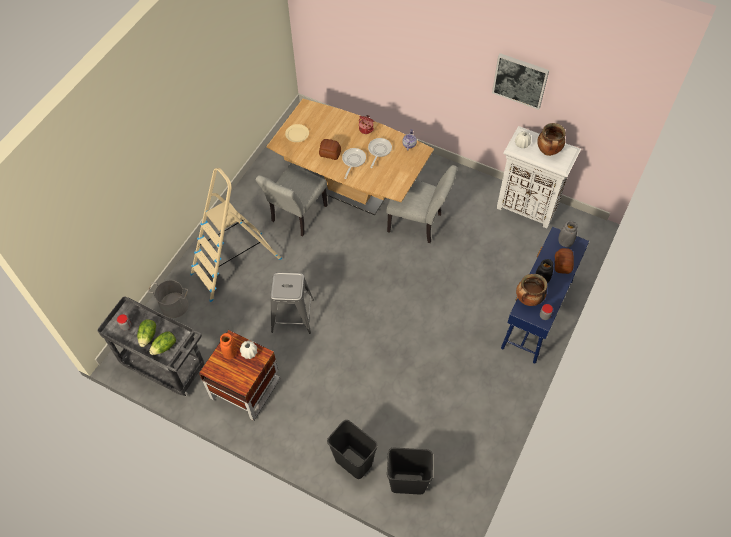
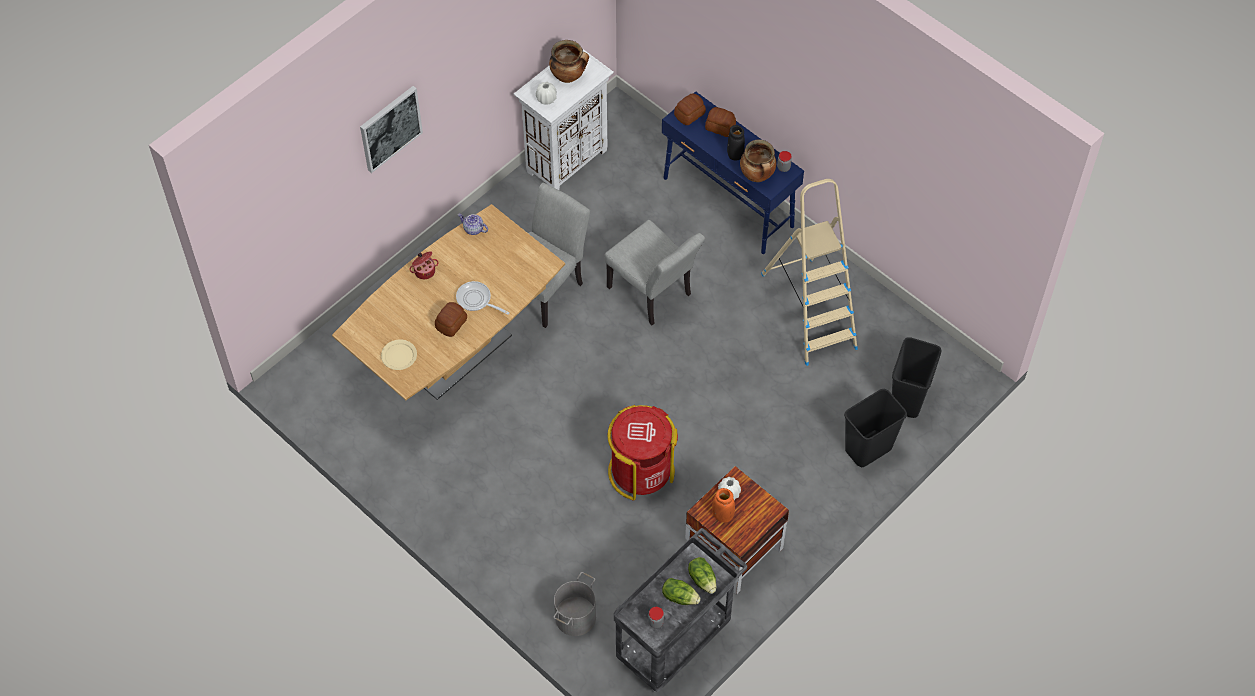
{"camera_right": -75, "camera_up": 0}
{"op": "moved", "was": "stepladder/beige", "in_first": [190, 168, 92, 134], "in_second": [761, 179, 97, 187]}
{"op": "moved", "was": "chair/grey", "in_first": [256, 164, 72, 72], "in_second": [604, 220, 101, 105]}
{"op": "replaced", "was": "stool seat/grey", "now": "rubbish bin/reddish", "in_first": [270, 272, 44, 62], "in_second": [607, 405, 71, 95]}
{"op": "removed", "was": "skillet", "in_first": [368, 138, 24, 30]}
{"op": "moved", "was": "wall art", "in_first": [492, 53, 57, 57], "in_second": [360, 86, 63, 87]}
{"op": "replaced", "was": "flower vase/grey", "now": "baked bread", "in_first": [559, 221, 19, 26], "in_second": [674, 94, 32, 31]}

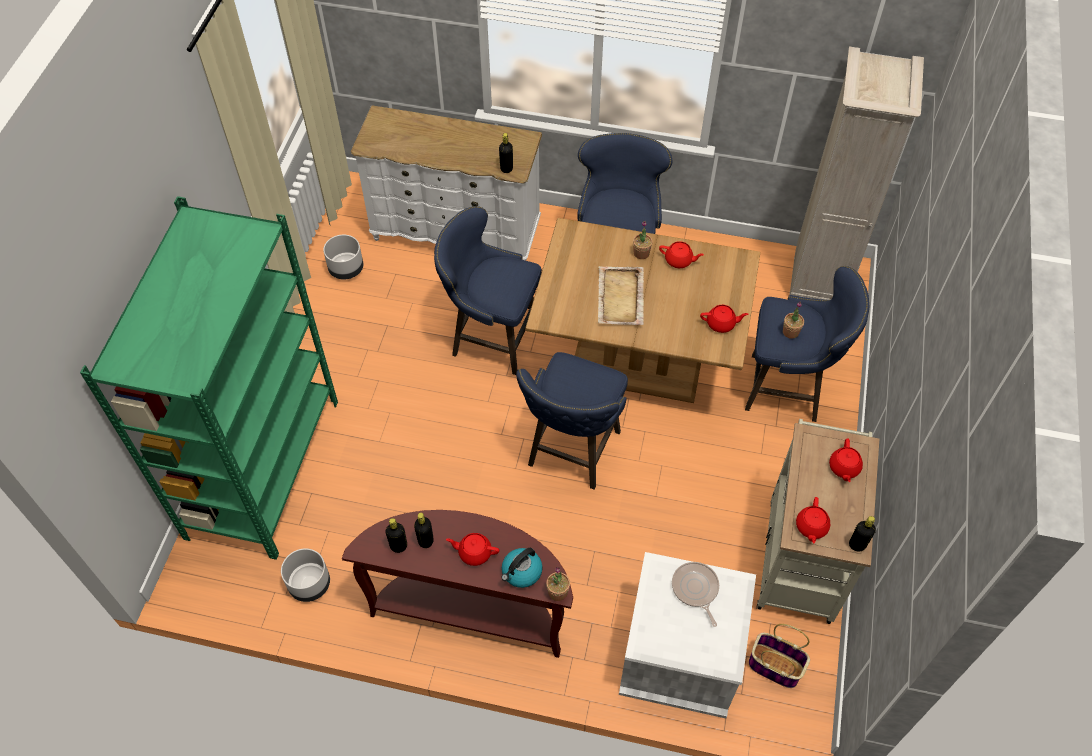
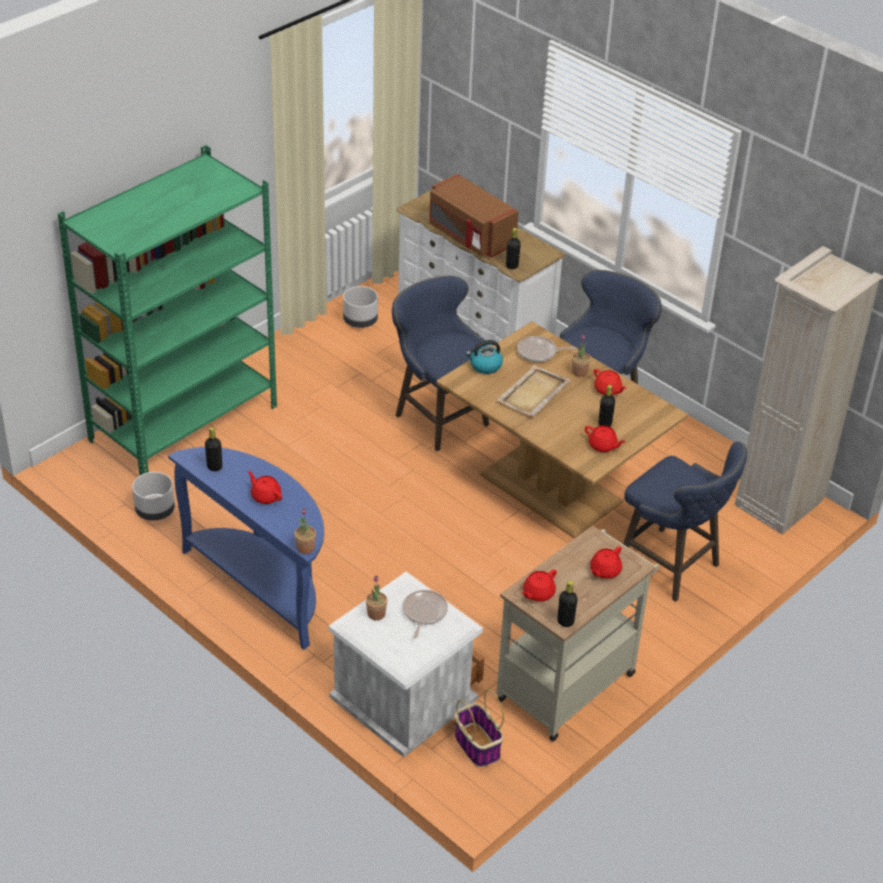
{"camera_right": 30, "camera_up": -15}
{"op": "recoloured", "was": "hall table/brownish", "now": "hall table/bluish", "in_first": [342, 510, 231, 148], "in_second": [168, 447, 156, 203]}
{"op": "moved", "was": "drink bottle/black", "in_first": [414, 513, 20, 35], "in_second": [598, 385, 17, 42]}
{"op": "moved", "was": "water kettle", "in_first": [501, 548, 42, 40], "in_second": [466, 340, 37, 34]}
{"op": "removed", "was": "stool seat/bluish", "in_first": [516, 352, 112, 138]}
{"op": "moved", "was": "plant in a pot", "in_first": [783, 301, 21, 38], "in_second": [366, 576, 21, 44]}
{"op": "added", "now": "kitchen microwave/brownish", "in_second": [429, 174, 90, 84]}
{"op": "added", "now": "skillet", "in_second": [517, 336, 59, 26]}

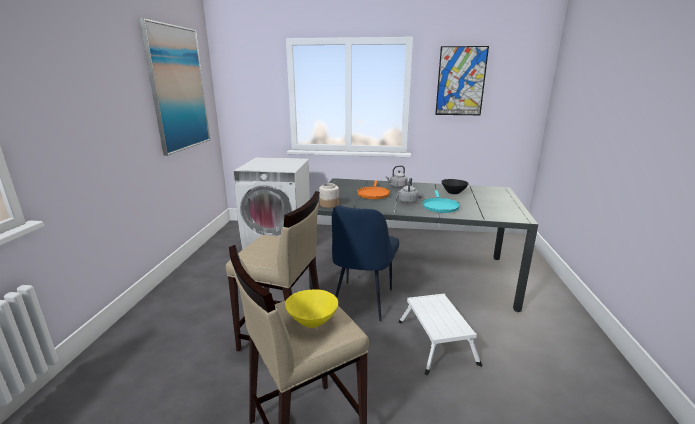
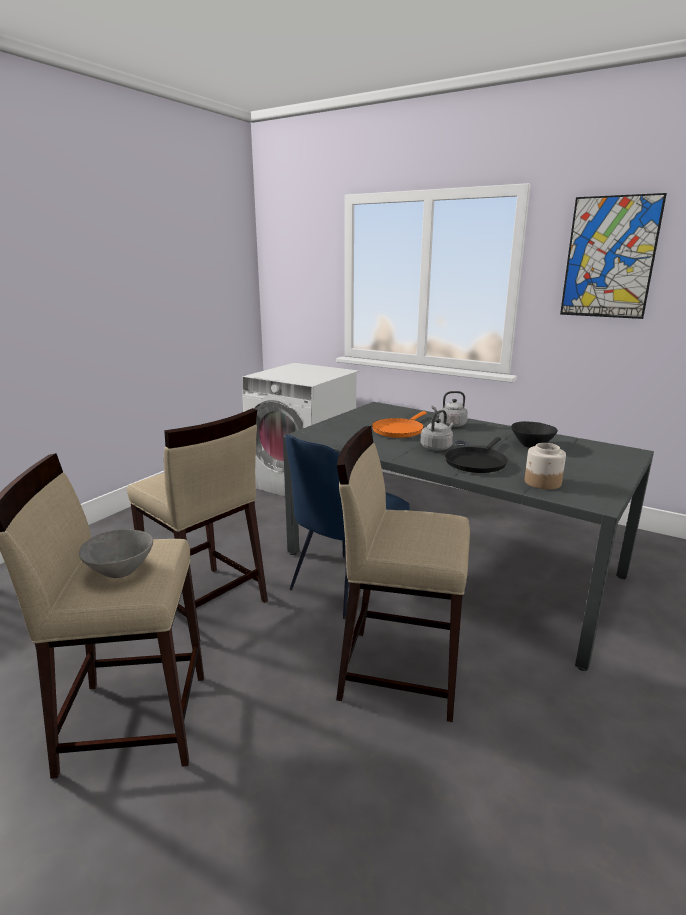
{"camera_right": 25, "camera_up": 0}
{"op": "removed", "was": "wall art", "in_first": [139, 18, 71, 138]}
{"op": "recoloured", "was": "bowl/yellowish", "now": "bowl/grey", "in_first": [285, 290, 53, 38], "in_second": [79, 529, 74, 49]}
{"op": "moved", "was": "jar", "in_first": [319, 183, 20, 25], "in_second": [525, 443, 41, 47]}
{"op": "replaced", "was": "stepladder/white", "now": "stool seat/beige", "in_first": [398, 294, 84, 81], "in_second": [336, 426, 134, 296]}
{"op": "recoloured", "was": "skillet/blue-green", "now": "skillet/black", "in_first": [422, 190, 38, 23], "in_second": [445, 437, 63, 36]}

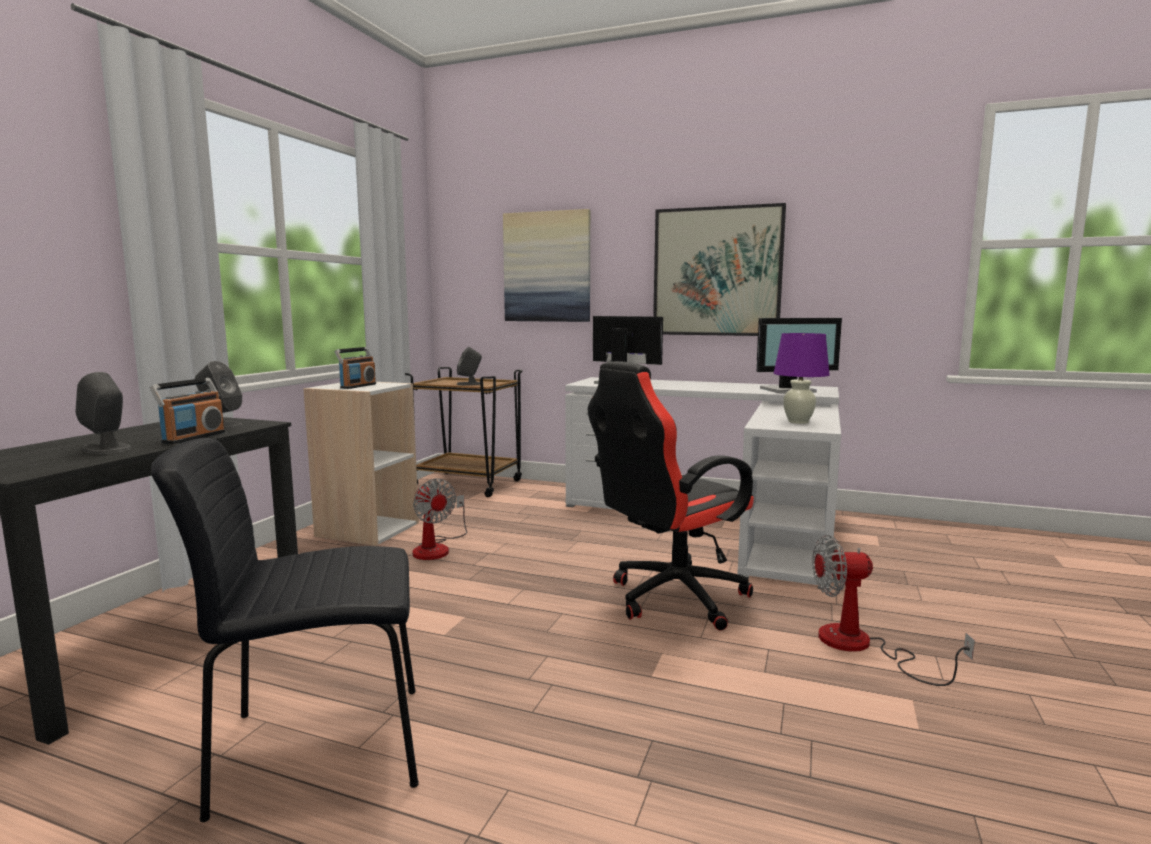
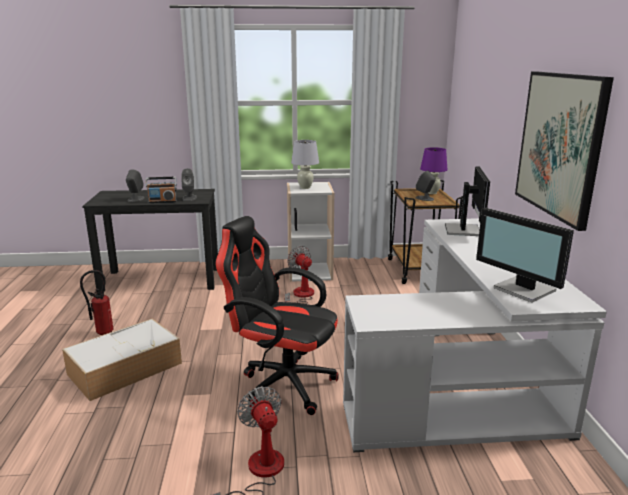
{"camera_right": 65, "camera_up": 10}
{"op": "replaced", "was": "chair/black", "now": "fire extinguisher", "in_first": [151, 438, 268, 384], "in_second": [80, 270, 34, 65]}
{"op": "replaced", "was": "radio set", "now": "table lamp/white", "in_first": [335, 347, 41, 42], "in_second": [291, 140, 28, 49]}
{"op": "turned", "was": "electric fan", "in_first": [412, 478, 55, 82], "in_second": [285, 246, 29, 58], "clockwise": 120}
{"op": "removed", "was": "wall art", "in_first": [503, 209, 87, 113]}
{"op": "moved", "was": "table lamp/purplish", "in_first": [774, 333, 56, 91], "in_second": [420, 147, 28, 47]}
{"op": "added", "now": "storage box", "in_second": [62, 319, 120, 82]}

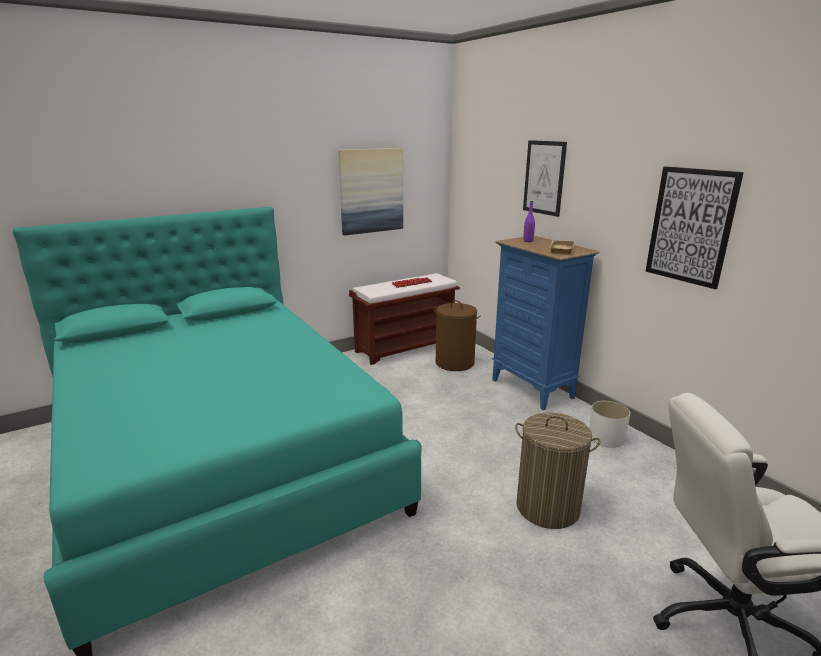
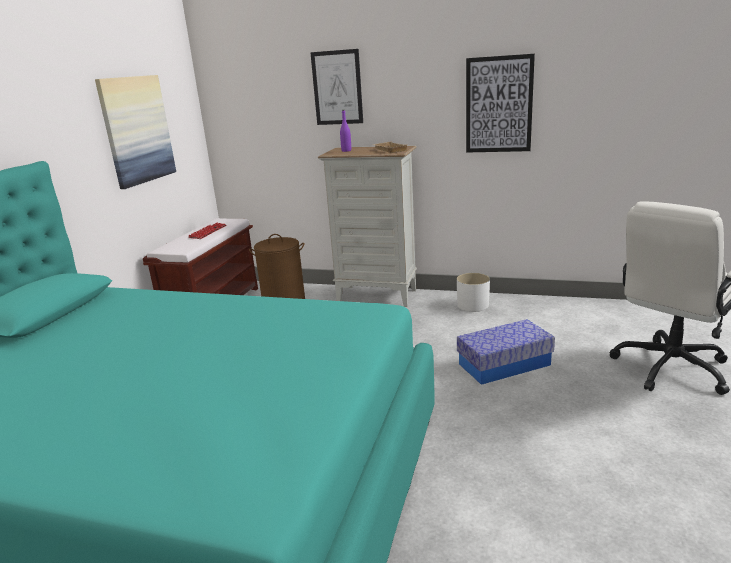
{"camera_right": -40, "camera_up": 0}
{"op": "recoloured", "was": "drawer chest/bluish", "now": "drawer chest/white", "in_first": [491, 235, 109, 175], "in_second": [318, 146, 99, 161]}
{"op": "replaced", "was": "laundry basket", "now": "storage box", "in_first": [515, 413, 86, 116], "in_second": [457, 319, 98, 66]}

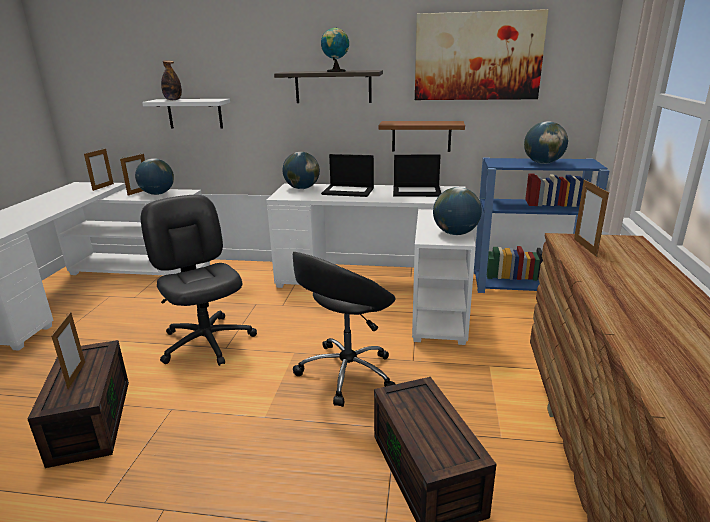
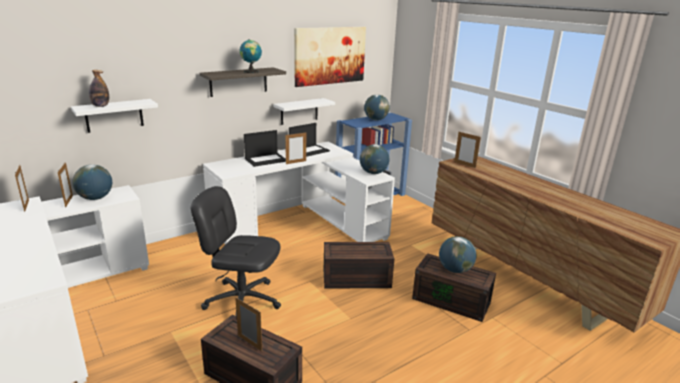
{"camera_right": -45, "camera_up": 0}
{"op": "moved", "was": "desk globe", "in_first": [283, 152, 37, 37], "in_second": [439, 236, 37, 37]}
{"op": "replaced", "was": "office chair/black", "now": "storage box/brownish", "in_first": [293, 252, 103, 155], "in_second": [324, 242, 70, 47]}
{"op": "recoloured", "was": "wall shelf/brownish", "now": "wall shelf/white", "in_first": [378, 121, 87, 31], "in_second": [273, 98, 62, 27]}
{"op": "added", "now": "photo frame", "in_second": [285, 133, 21, 31]}

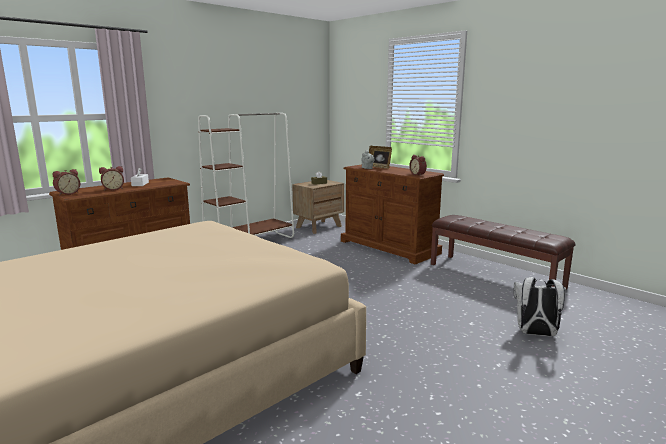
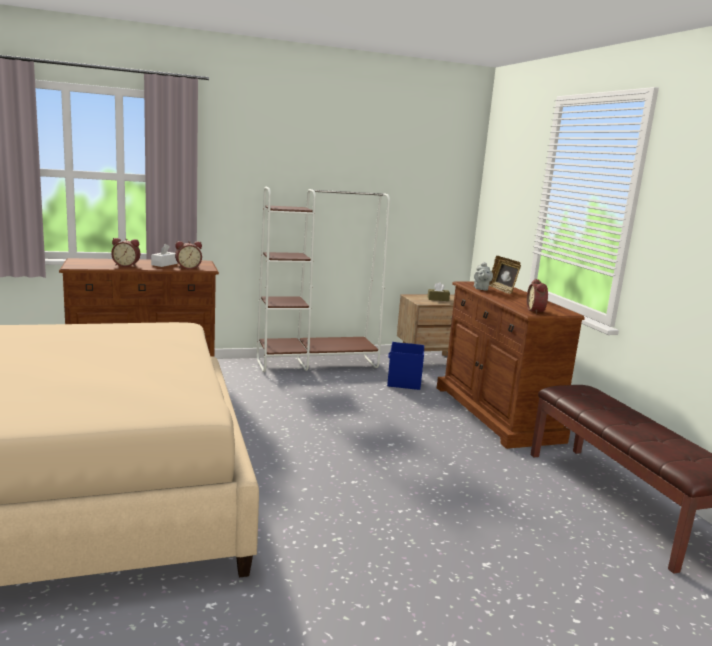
{"camera_right": 25, "camera_up": 0}
{"op": "moved", "was": "alarm clock", "in_first": [53, 169, 27, 27], "in_second": [175, 241, 27, 28]}
{"op": "removed", "was": "backpack/white", "in_first": [514, 277, 52, 59]}
{"op": "added", "now": "storage box/bluish", "in_second": [387, 342, 37, 48]}

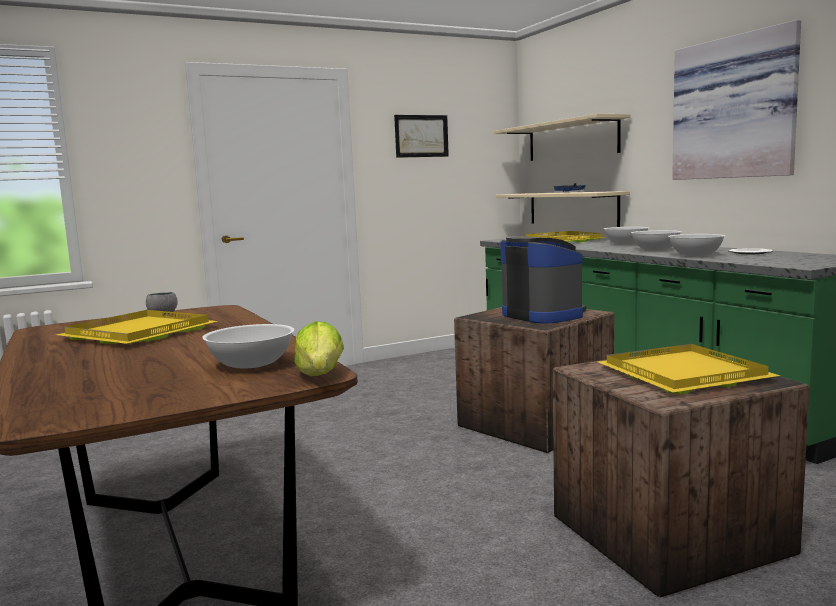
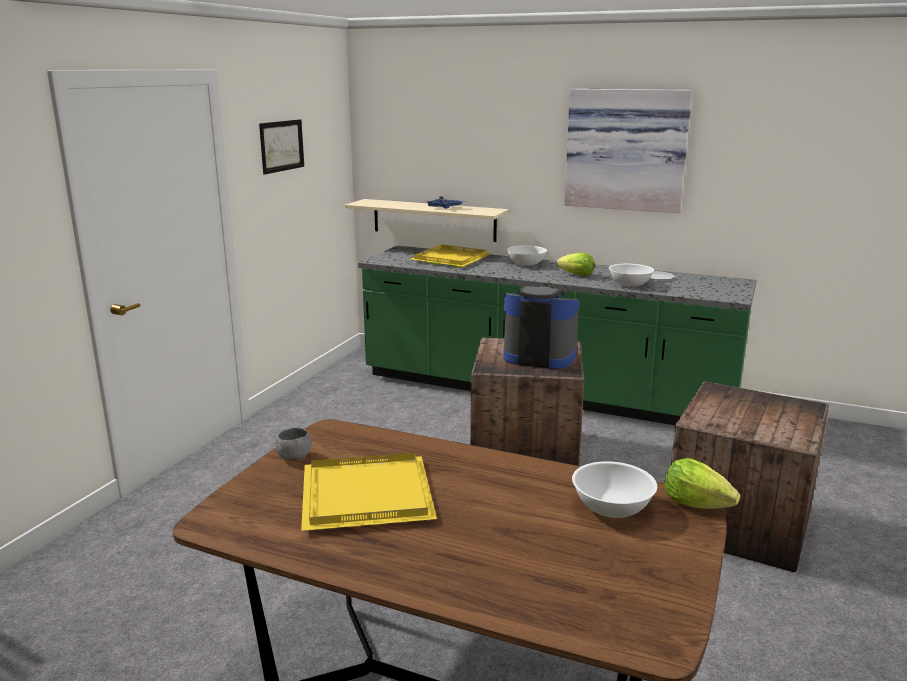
{"camera_right": -40, "camera_up": 10}
{"op": "removed", "was": "wall shelf/beige", "in_first": [494, 114, 136, 47]}
{"op": "removed", "was": "tray/yellowish", "in_first": [598, 344, 182, 51]}
{"op": "replaced", "was": "bowl/white", "now": "lettuce", "in_first": [631, 230, 51, 20], "in_second": [557, 253, 38, 23]}

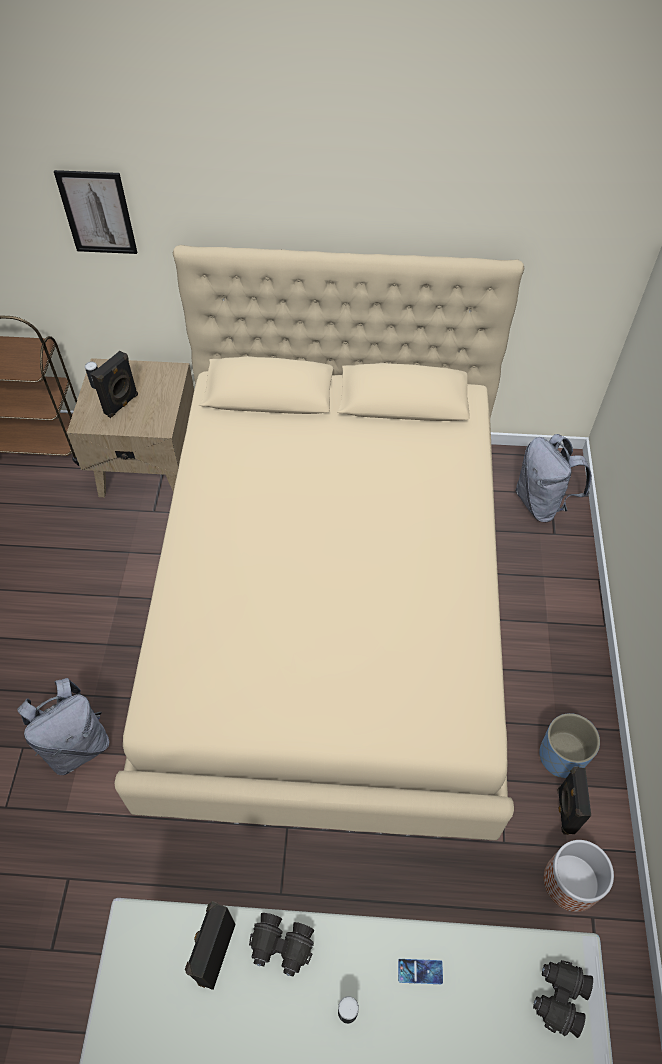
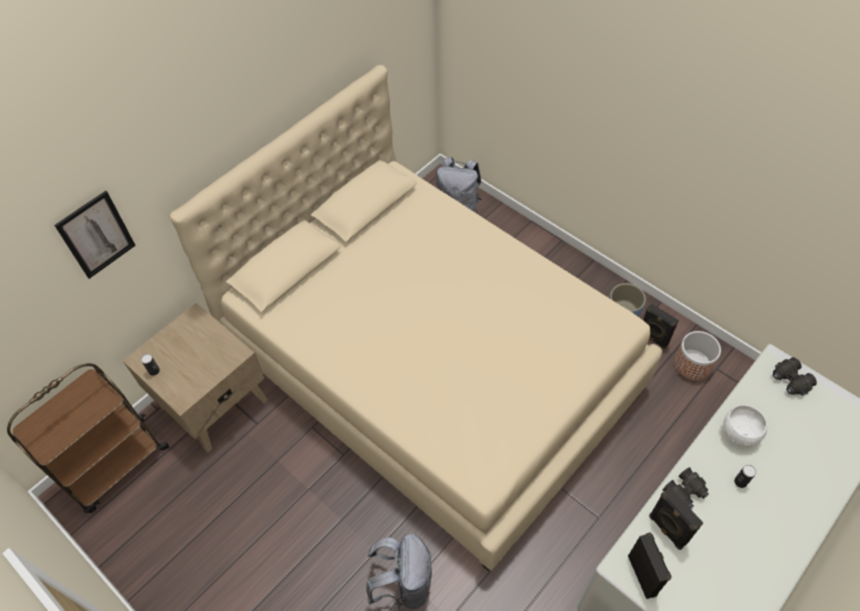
{"camera_right": -50, "camera_up": 0}
{"op": "moved", "was": "audio speaker/black", "in_first": [91, 351, 47, 67], "in_second": [628, 532, 44, 67]}
{"op": "replaced", "was": "telephone", "now": "bowl/white", "in_first": [398, 959, 45, 25], "in_second": [723, 405, 44, 41]}

